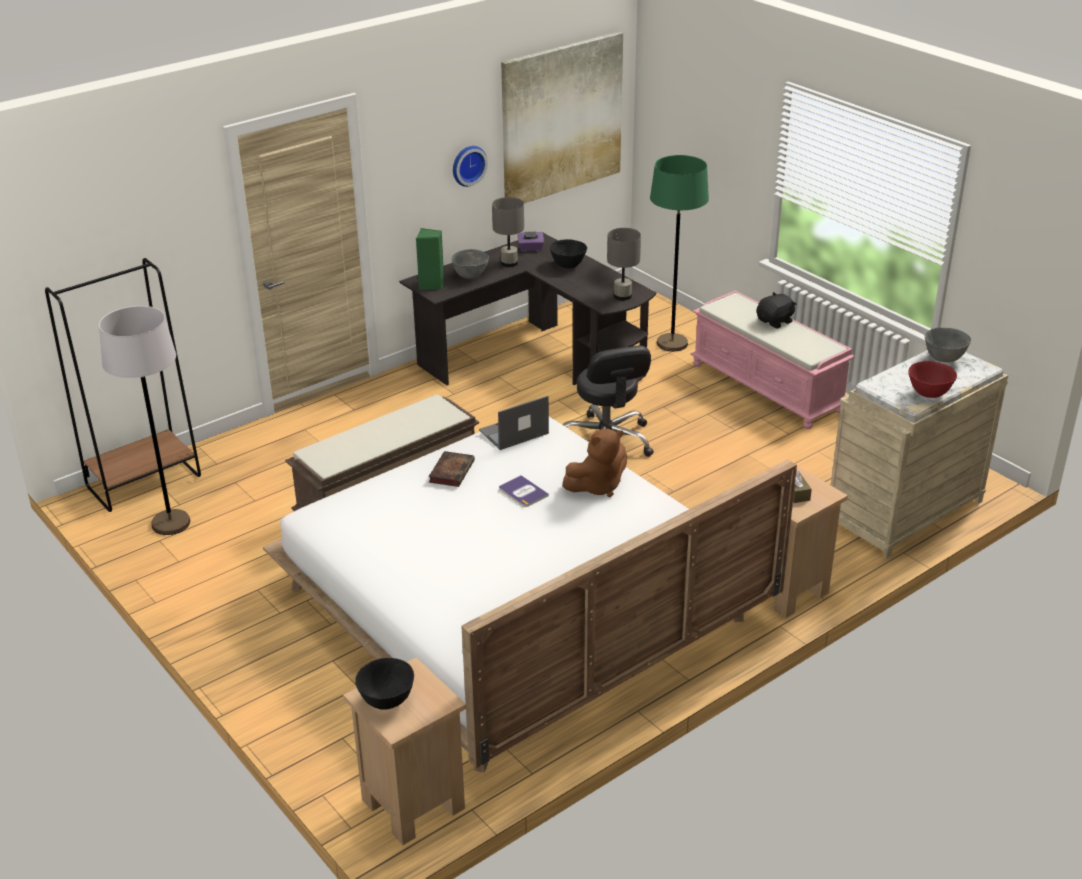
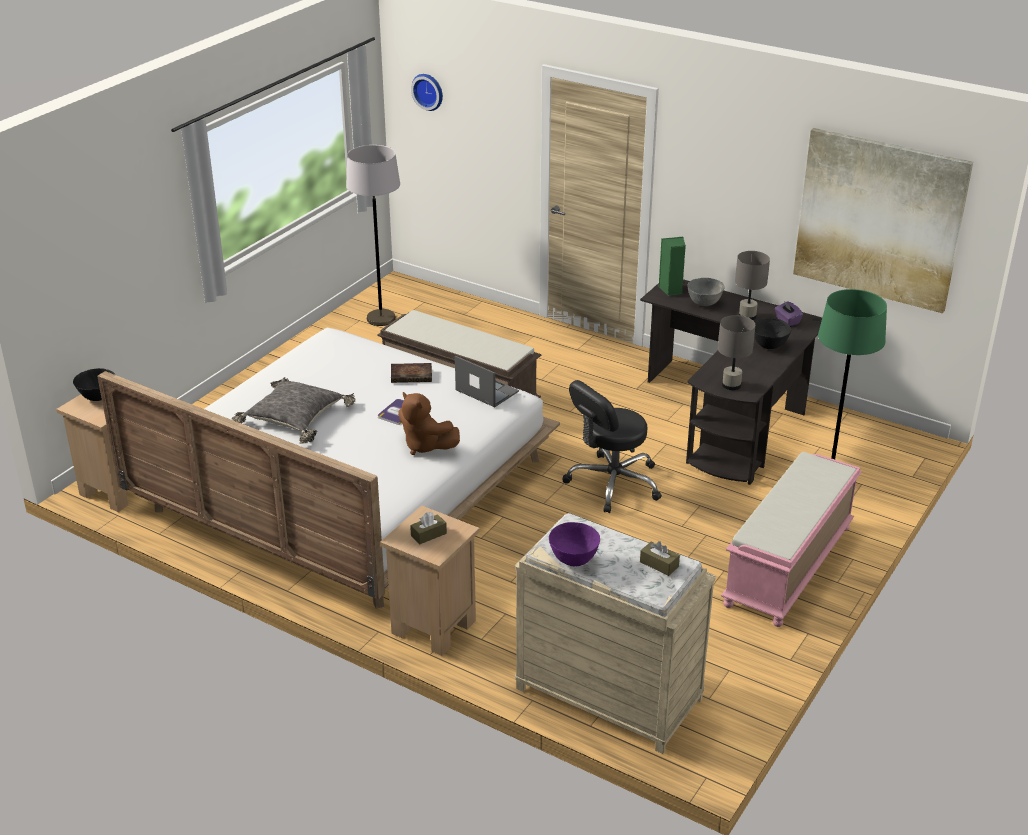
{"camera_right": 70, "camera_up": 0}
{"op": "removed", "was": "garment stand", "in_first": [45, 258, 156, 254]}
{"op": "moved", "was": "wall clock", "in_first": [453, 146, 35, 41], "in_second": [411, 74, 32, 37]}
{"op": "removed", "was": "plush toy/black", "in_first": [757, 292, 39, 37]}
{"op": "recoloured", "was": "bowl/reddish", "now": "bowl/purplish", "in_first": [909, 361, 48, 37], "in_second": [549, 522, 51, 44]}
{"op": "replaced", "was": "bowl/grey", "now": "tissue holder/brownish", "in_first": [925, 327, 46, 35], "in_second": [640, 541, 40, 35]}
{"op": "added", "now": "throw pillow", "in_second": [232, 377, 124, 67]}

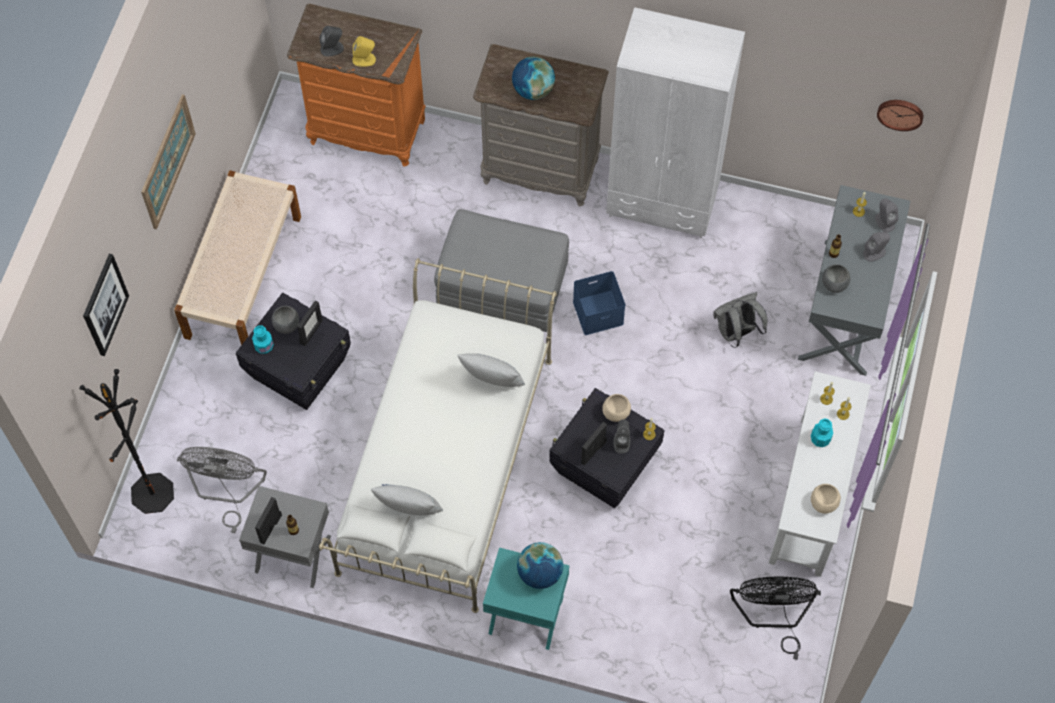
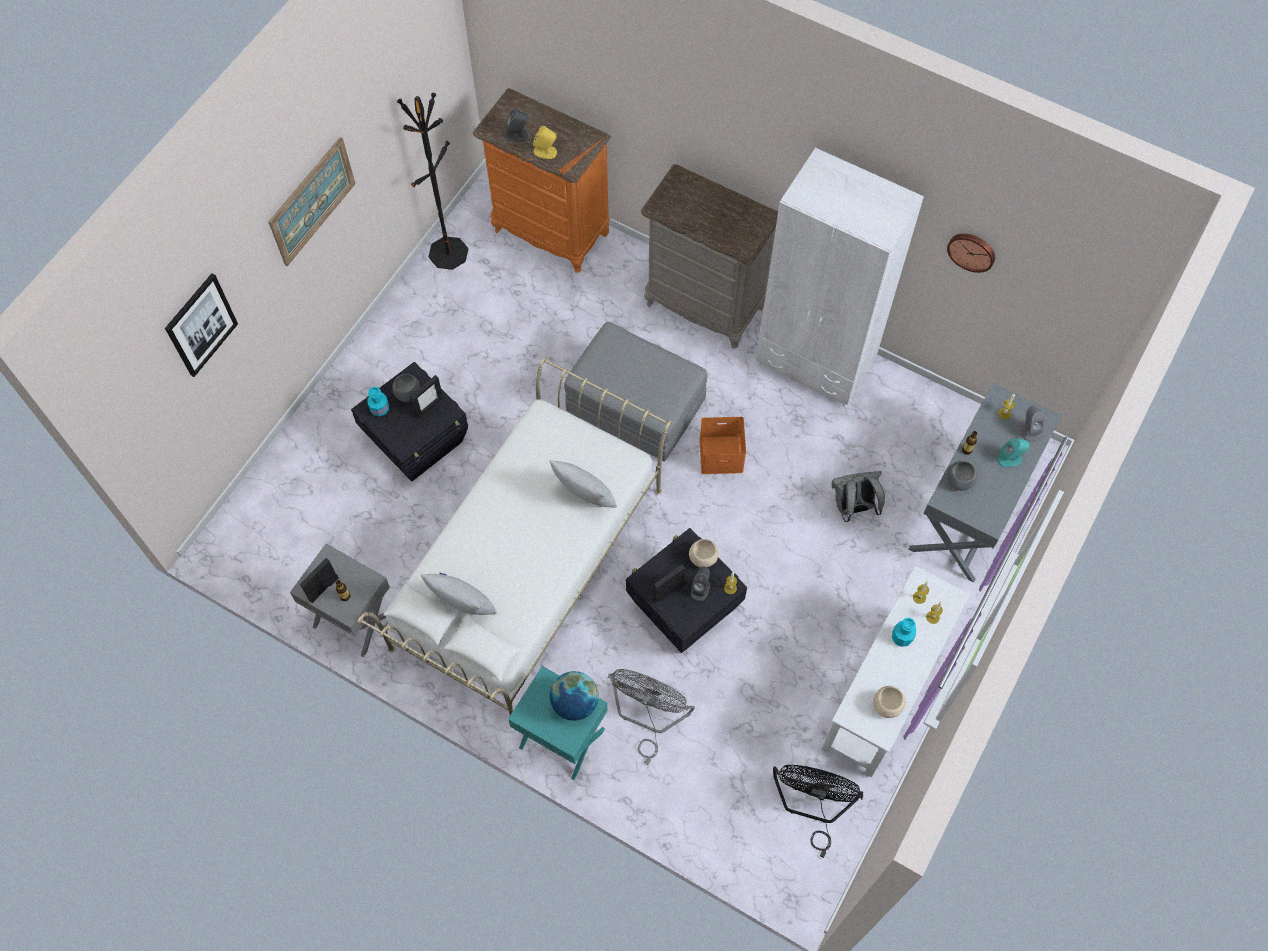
{"camera_right": 15, "camera_up": 0}
{"op": "moved", "was": "garment stand/black", "in_first": [79, 369, 95, 145], "in_second": [397, 93, 71, 177]}
{"op": "removed", "was": "indoor bench/beige", "in_first": [174, 170, 127, 175]}
{"op": "moved", "was": "electric fan/grey", "in_first": [177, 447, 90, 87], "in_second": [608, 669, 87, 97]}
{"op": "removed", "was": "desk globe", "in_first": [512, 57, 43, 43]}
{"op": "recoloured", "was": "storage box/bluish", "now": "storage box/orangey", "in_first": [573, 271, 52, 64], "in_second": [699, 417, 47, 57]}
{"op": "recoloured", "was": "audio speaker/grey", "now": "audio speaker/blue-green", "in_first": [863, 232, 27, 30], "in_second": [997, 438, 33, 30]}
{"op": "moved", "was": "wall clock", "in_first": [877, 100, 46, 31], "in_second": [947, 234, 48, 39]}

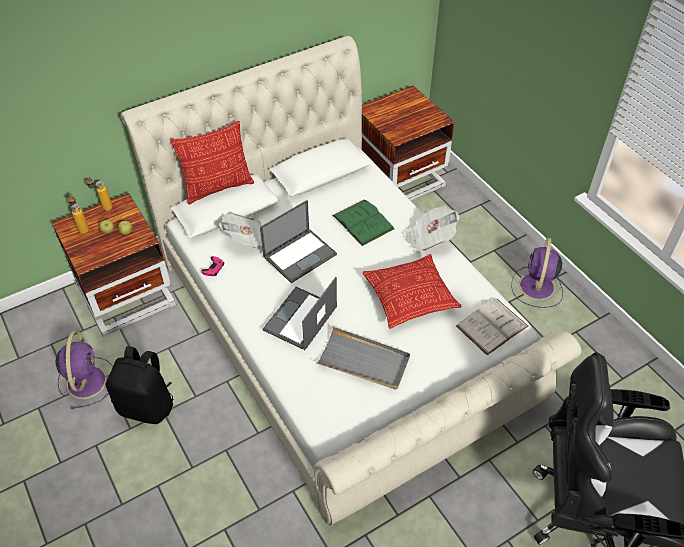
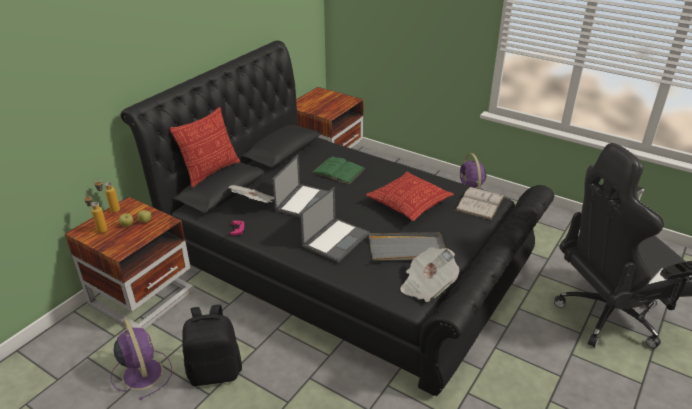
{"camera_right": -25, "camera_up": -15}
{"op": "recoloured", "was": "sleeping bed/beige", "now": "sleeping bed/black", "in_first": [120, 36, 462, 489], "in_second": [121, 40, 434, 356]}
{"op": "turned", "was": "notebook computer", "in_first": [263, 277, 74, 73], "in_second": [300, 187, 70, 75], "clockwise": -150}
{"op": "moved", "was": "newspaper", "in_first": [403, 206, 57, 47], "in_second": [400, 247, 59, 55]}

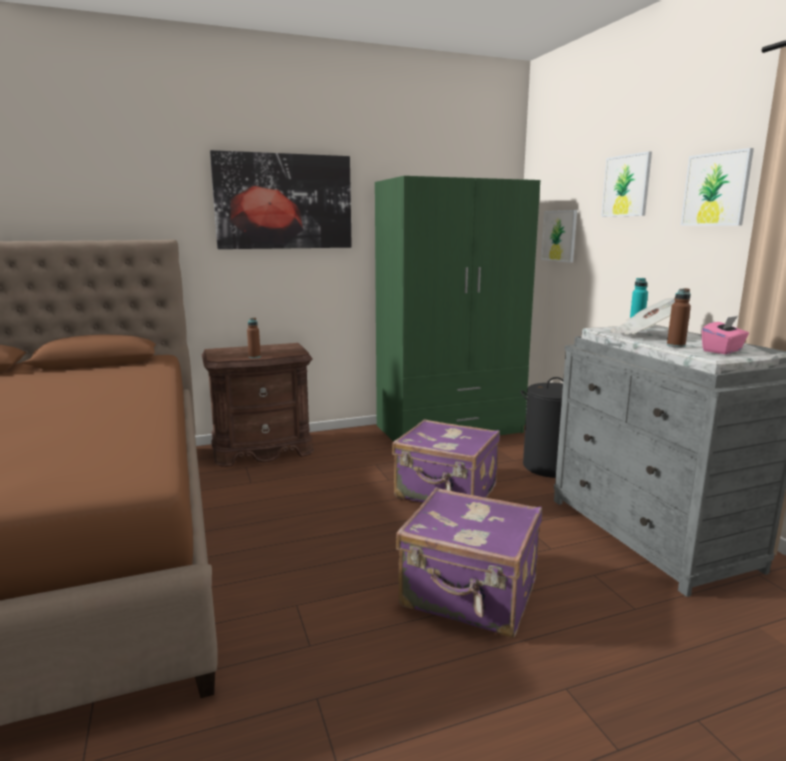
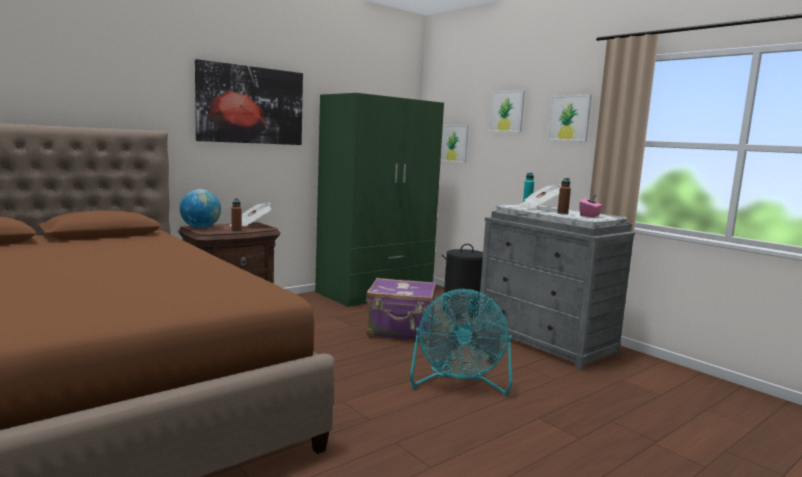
{"camera_right": -20, "camera_up": -5}
{"op": "replaced", "was": "suitcase/purplish", "now": "electric fan/blue-green", "in_first": [396, 487, 146, 150], "in_second": [410, 289, 102, 108]}
{"op": "added", "now": "desk globe", "in_second": [180, 189, 41, 39]}
{"op": "added", "now": "newspaper", "in_second": [230, 202, 41, 25]}

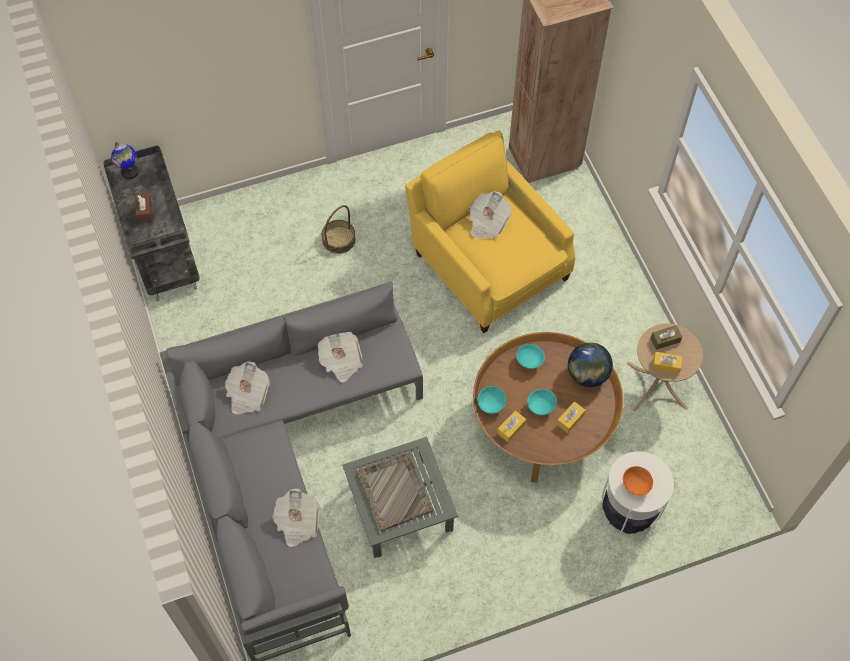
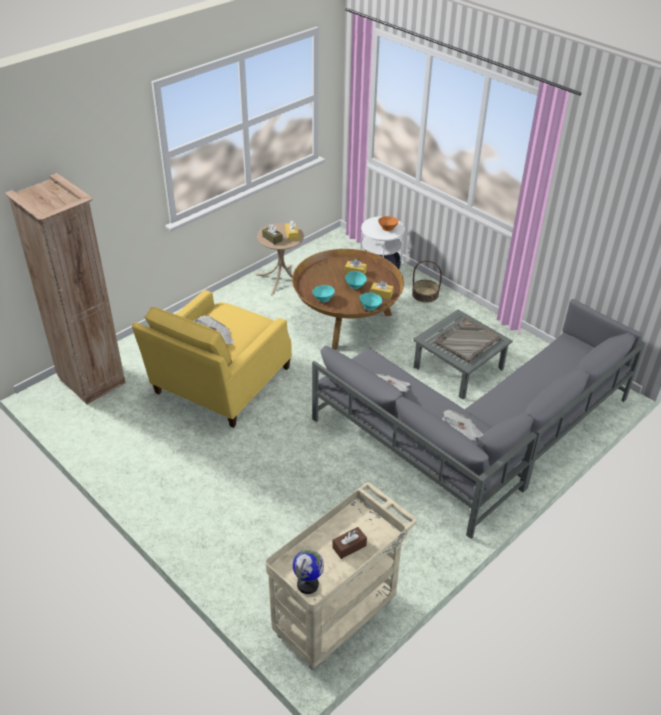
{"camera_right": -115, "camera_up": -20}
{"op": "recoloured", "was": "wheeled cart/black", "now": "wheeled cart/beige", "in_first": [103, 146, 97, 155], "in_second": [265, 482, 152, 188]}
{"op": "removed", "was": "newspaper", "in_first": [272, 488, 48, 59]}
{"op": "moved", "was": "household basket", "in_first": [322, 205, 34, 49], "in_second": [412, 260, 30, 43]}
{"op": "removed", "was": "desk globe", "in_first": [568, 342, 45, 45]}

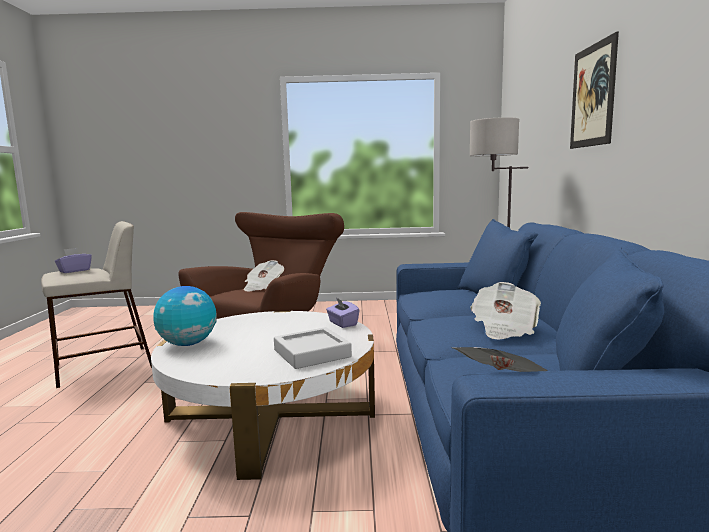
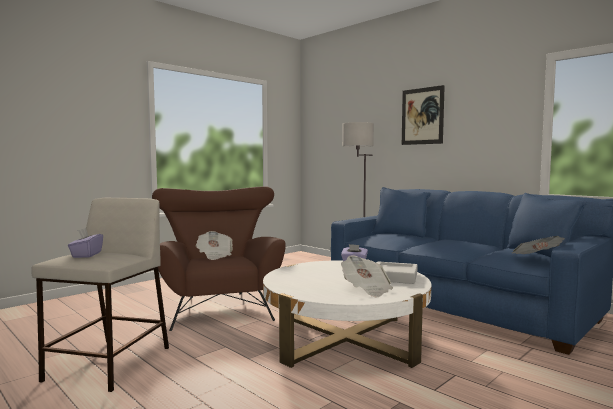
{"camera_right": -45, "camera_up": -5}
{"op": "removed", "was": "desk globe", "in_first": [153, 286, 64, 60]}
{"op": "moved", "was": "newspaper", "in_first": [470, 282, 71, 57], "in_second": [341, 255, 52, 43]}

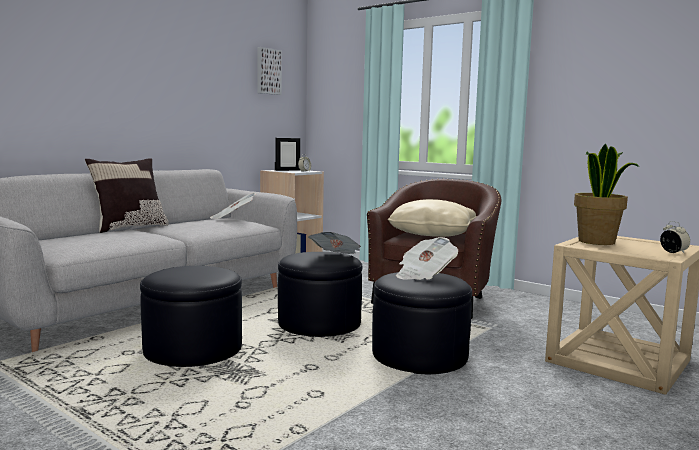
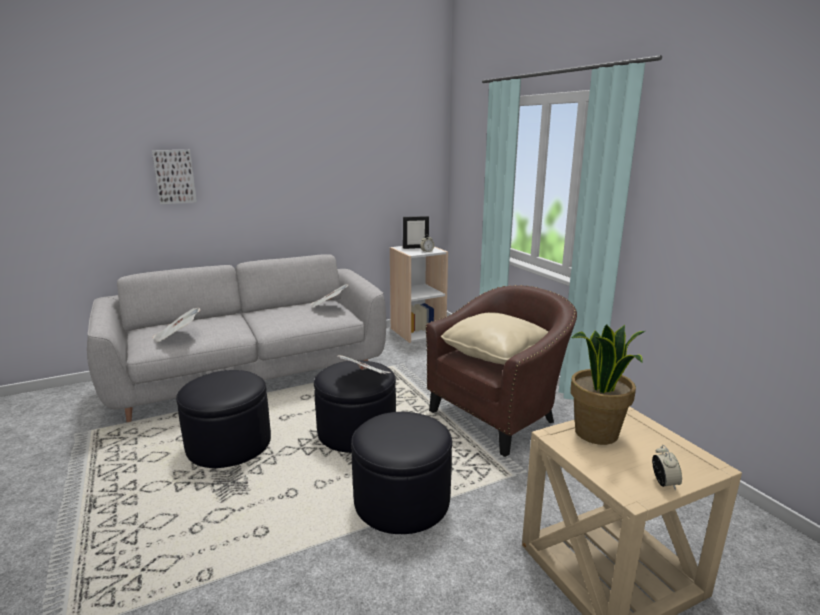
{"camera_right": 25, "camera_up": 10}
{"op": "removed", "was": "throw pillow", "in_first": [85, 158, 84, 75]}
{"op": "moved", "was": "wall art", "in_first": [257, 47, 25, 48], "in_second": [152, 150, 45, 55]}
{"op": "moved", "was": "newspaper", "in_first": [396, 237, 62, 43], "in_second": [152, 308, 48, 35]}

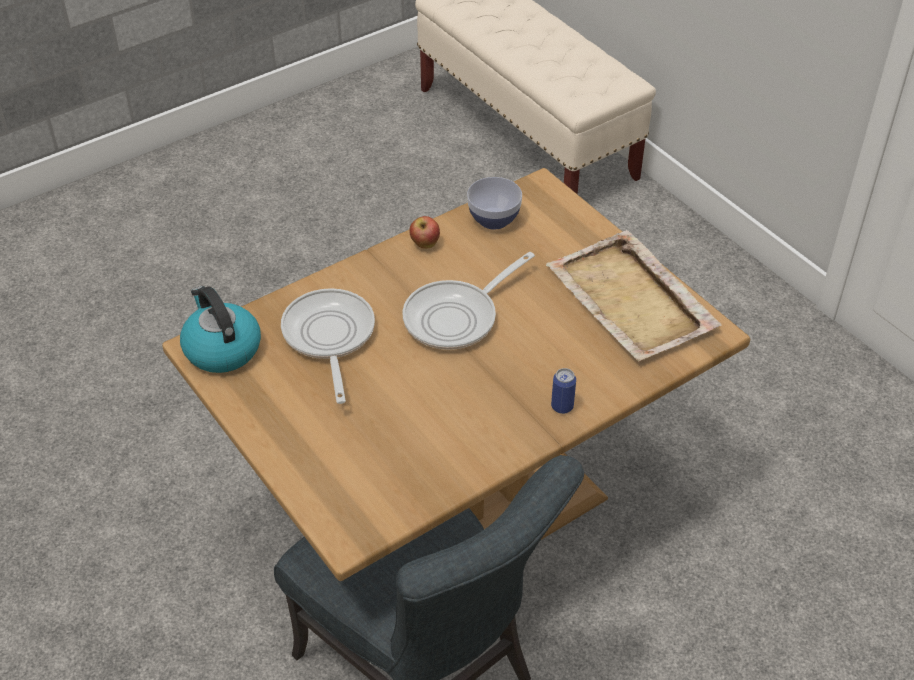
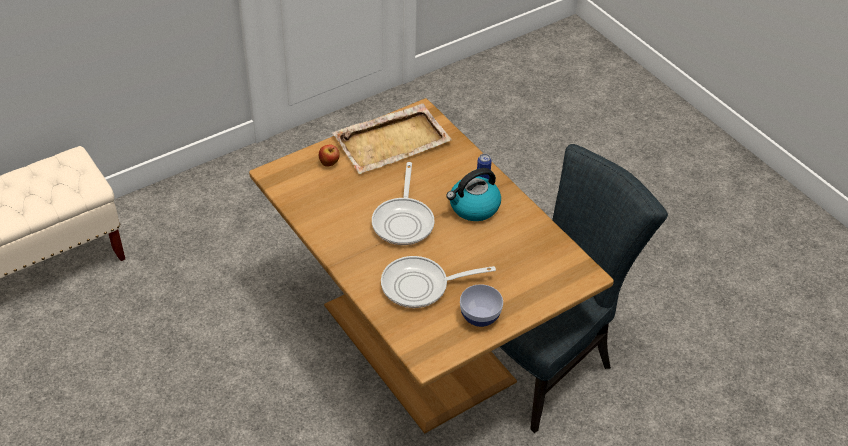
{"camera_right": -90, "camera_up": 0}
{"op": "moved", "was": "water kettle", "in_first": [180, 286, 81, 87], "in_second": [446, 168, 55, 53]}
{"op": "turned", "was": "skillet", "in_first": [403, 252, 132, 98], "in_second": [372, 162, 62, 83], "clockwise": 45}
{"op": "moved", "was": "whole apple", "in_first": [409, 216, 31, 33], "in_second": [319, 145, 21, 22]}
{"op": "moved", "was": "bowl", "in_first": [467, 177, 55, 53], "in_second": [460, 284, 43, 43]}

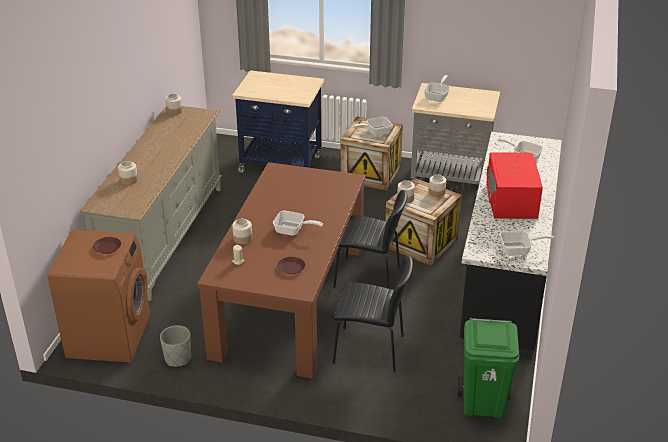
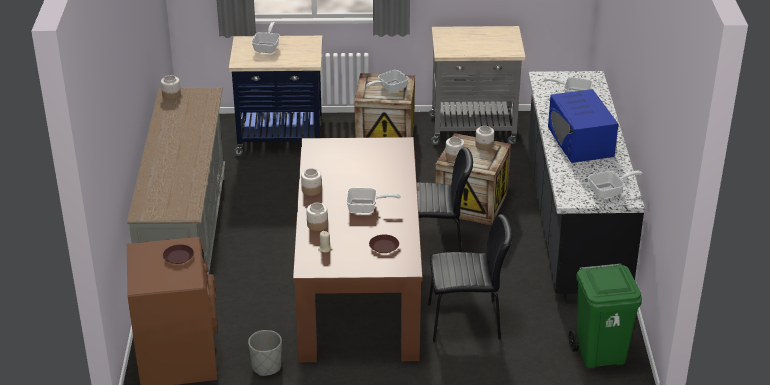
{"camera_right": -15, "camera_up": 0}
{"op": "moved", "was": "jar", "in_first": [118, 161, 20, 24], "in_second": [301, 168, 21, 28]}
{"op": "moved", "was": "skillet", "in_first": [424, 75, 26, 27], "in_second": [251, 22, 29, 31]}
{"op": "recoloured", "was": "kitchen microwave/reddish", "now": "kitchen microwave/bluish", "in_first": [487, 152, 56, 67], "in_second": [548, 89, 70, 74]}

